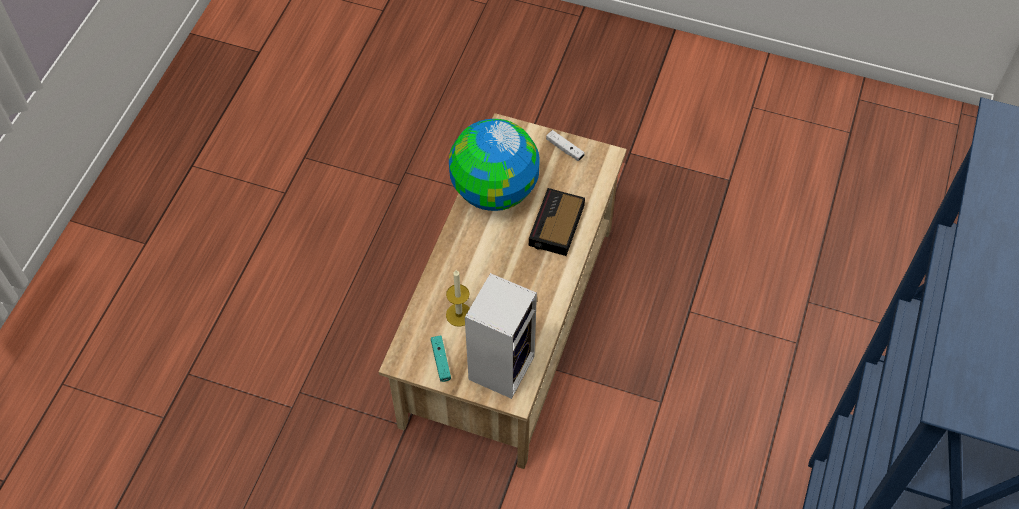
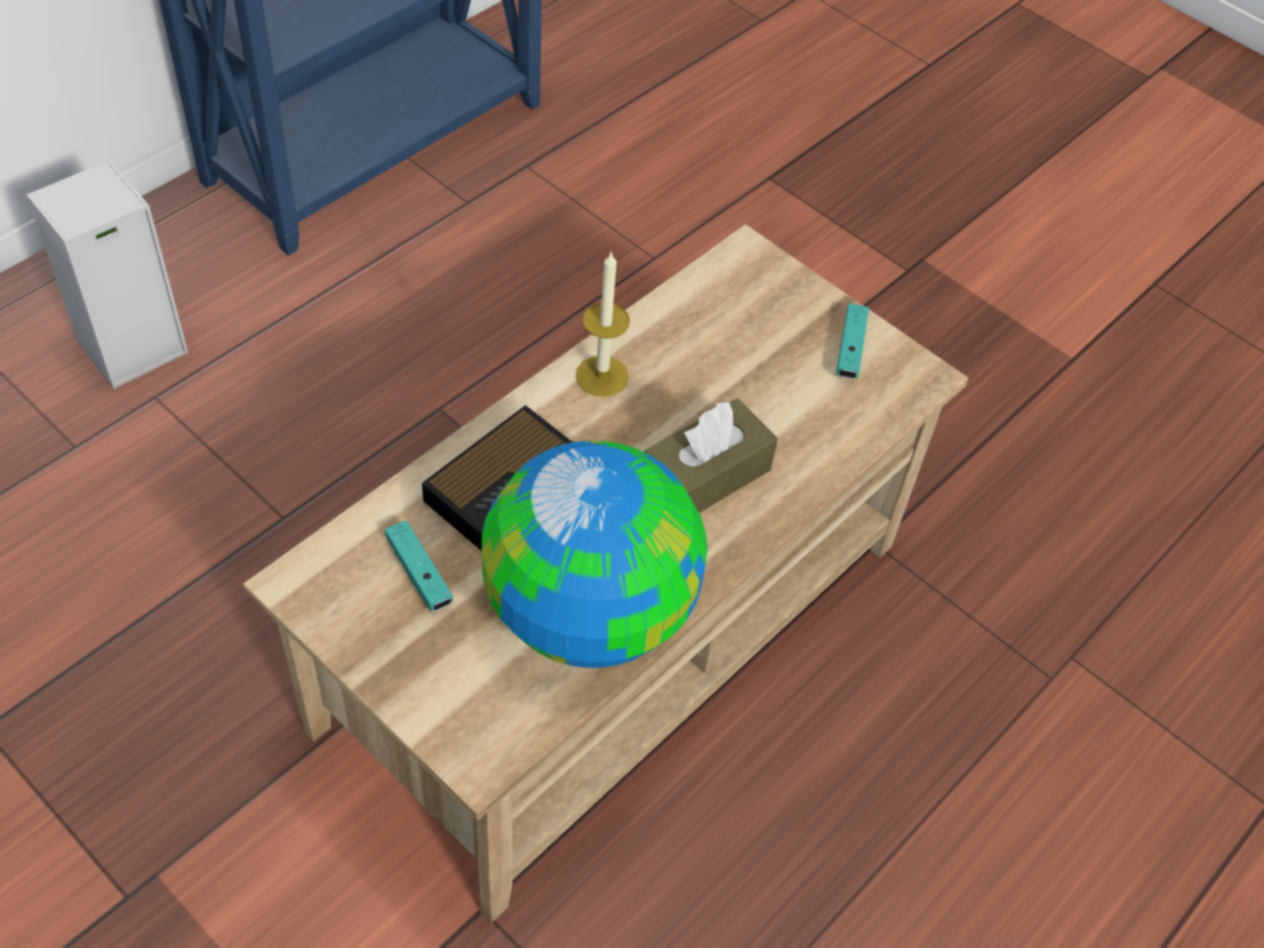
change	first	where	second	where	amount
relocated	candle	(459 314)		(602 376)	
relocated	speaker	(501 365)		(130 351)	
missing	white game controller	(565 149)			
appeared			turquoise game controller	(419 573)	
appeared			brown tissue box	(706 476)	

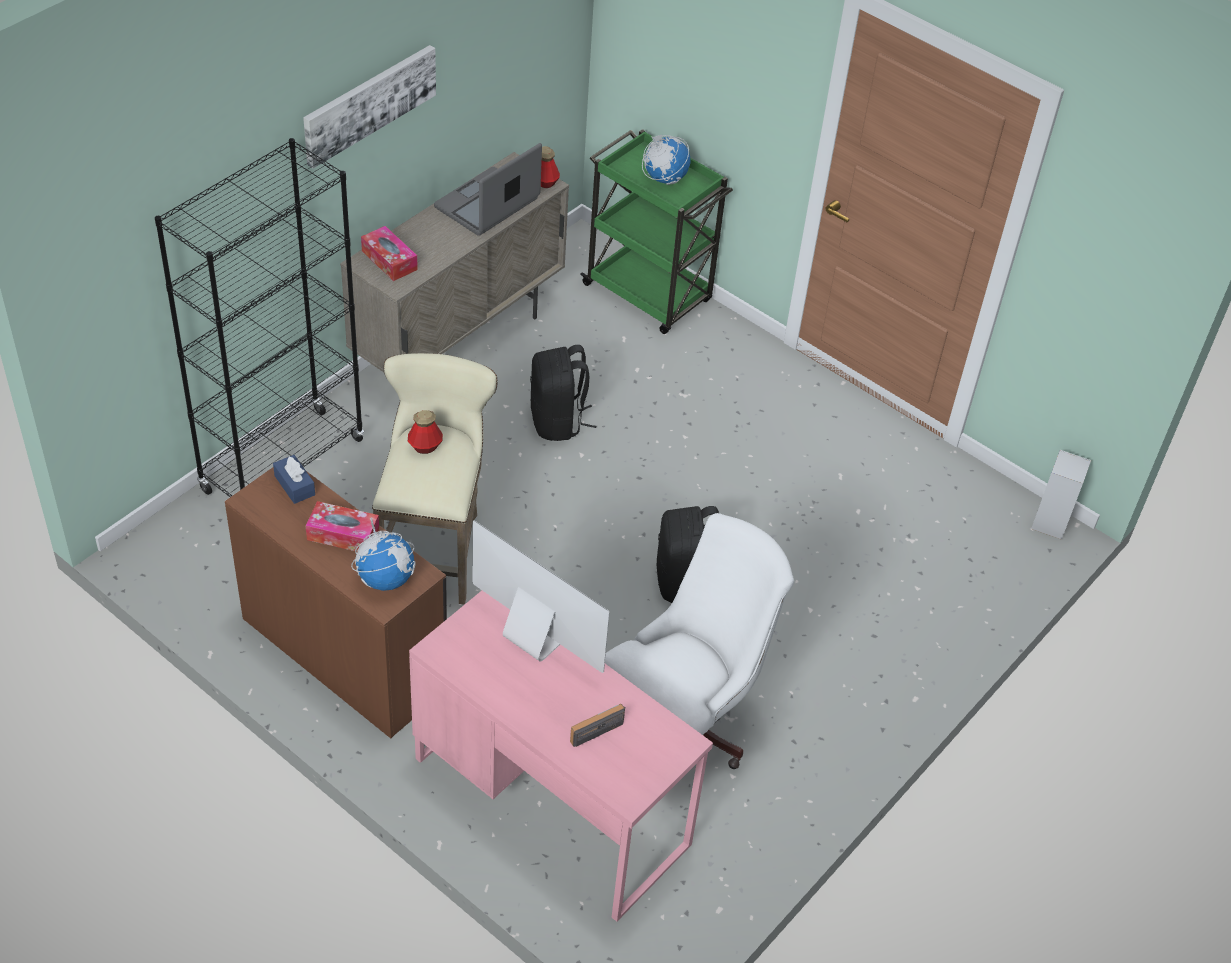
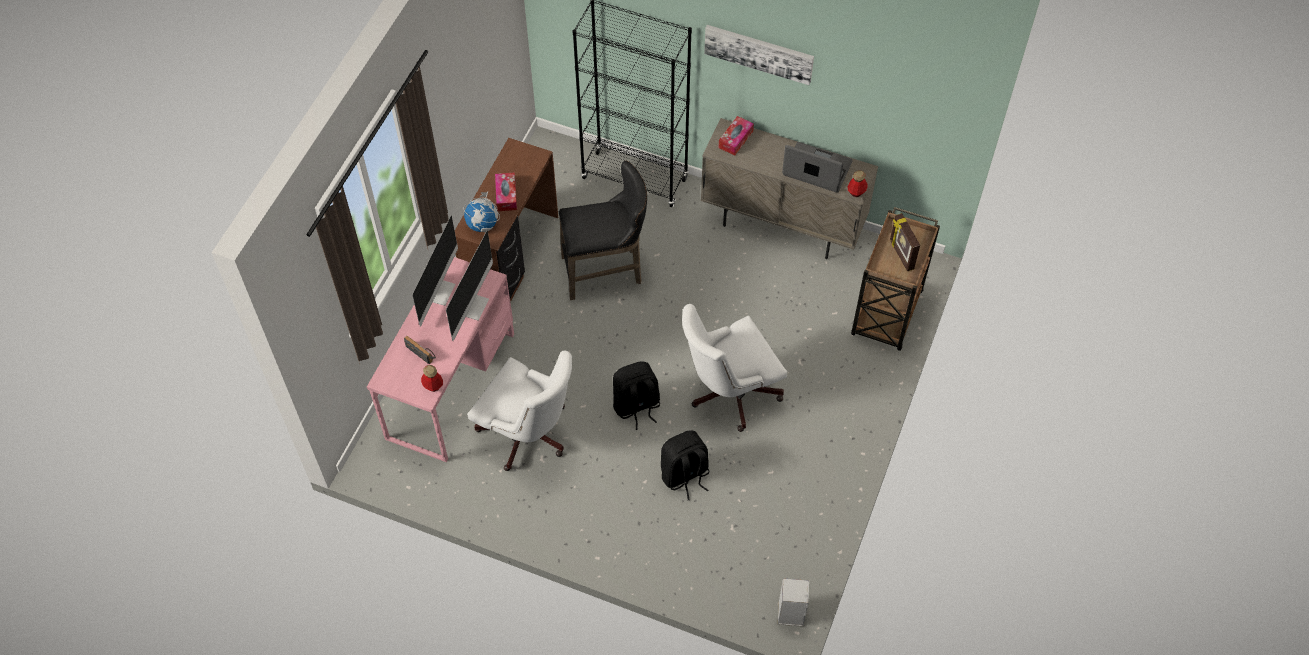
change	first	where	second	where	amount
missing	blue tissue box	(294 485)			
colour	beige stool	(435 547)	black stool	(606 271)	
relocated	bottle	(425 447)		(433 385)	
relocated	black backpack	(558 421)		(685 475)	
colour	green cart	(649 294)	brown cart	(886 315)	
exchanged	globe	(664 178)	picture frame	(901 255)	
appeared			monitor	(438 291)	
appeared			white office chair	(728 392)	

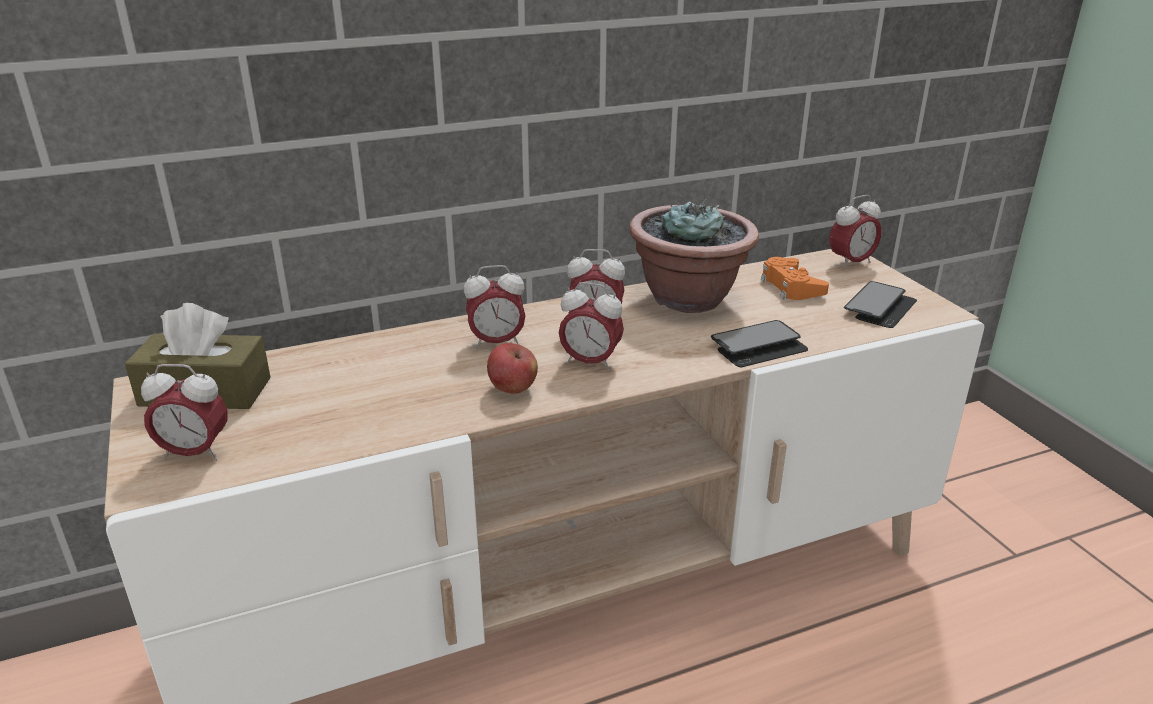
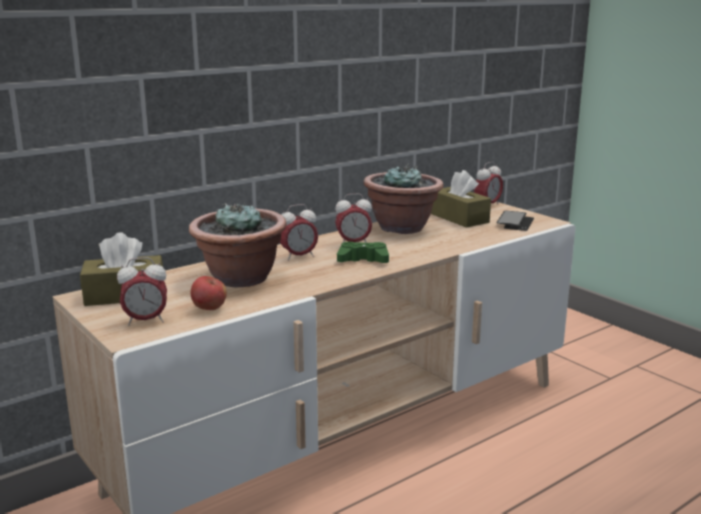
change	first	where	second	where	amount
relocated	apple	(512 389)		(209 309)	
exchanged	alarm clock	(590 363)	green game controller	(363 260)	
missing	phone	(758 346)			
exchanged	orange game controller	(791 286)	brown tissue box	(459 218)	
appeared			potted plant	(240 279)	

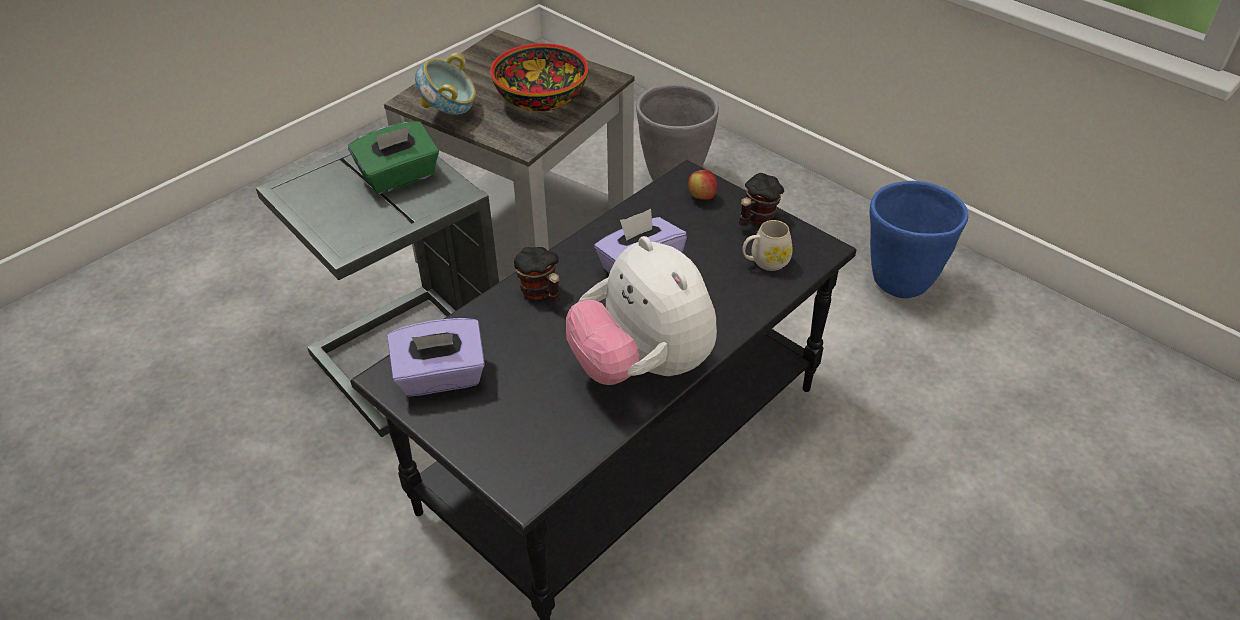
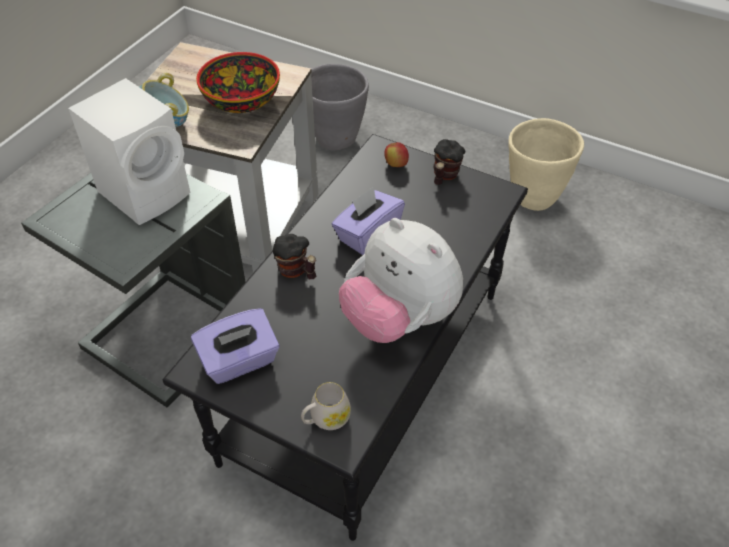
change	first	where	second	where	amount
exchanged	green tissue box	(399 177)	white speaker	(147 191)	
relocated	white mug	(765 262)		(326 419)	
colour	blue planter	(899 281)	beige planter	(533 197)	

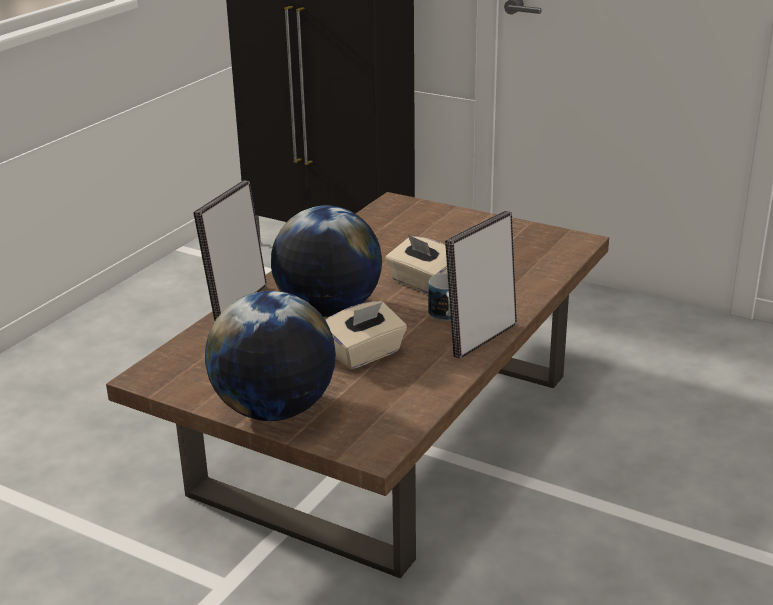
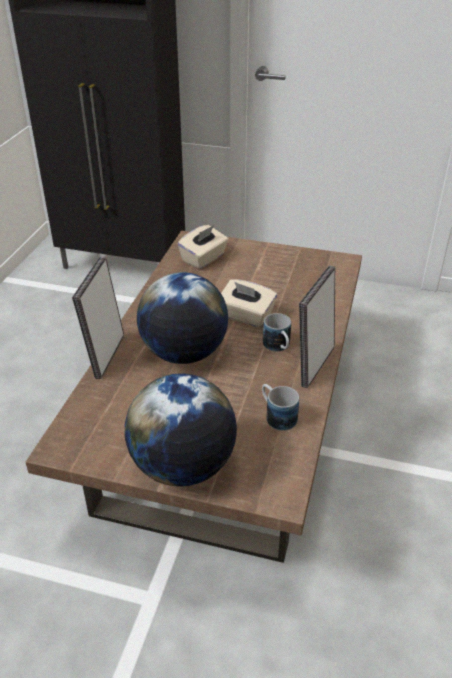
change	first	where	second	where	amount
relocated	beige tissue box	(365 354)		(204 259)	
appeared			mug	(276 416)	

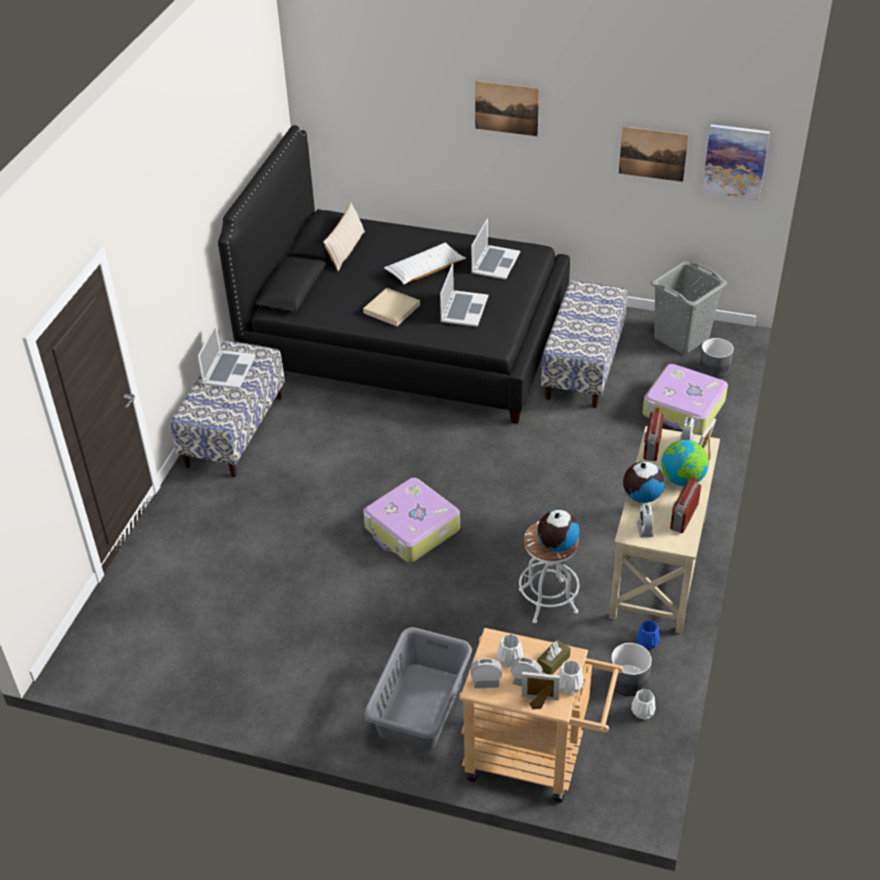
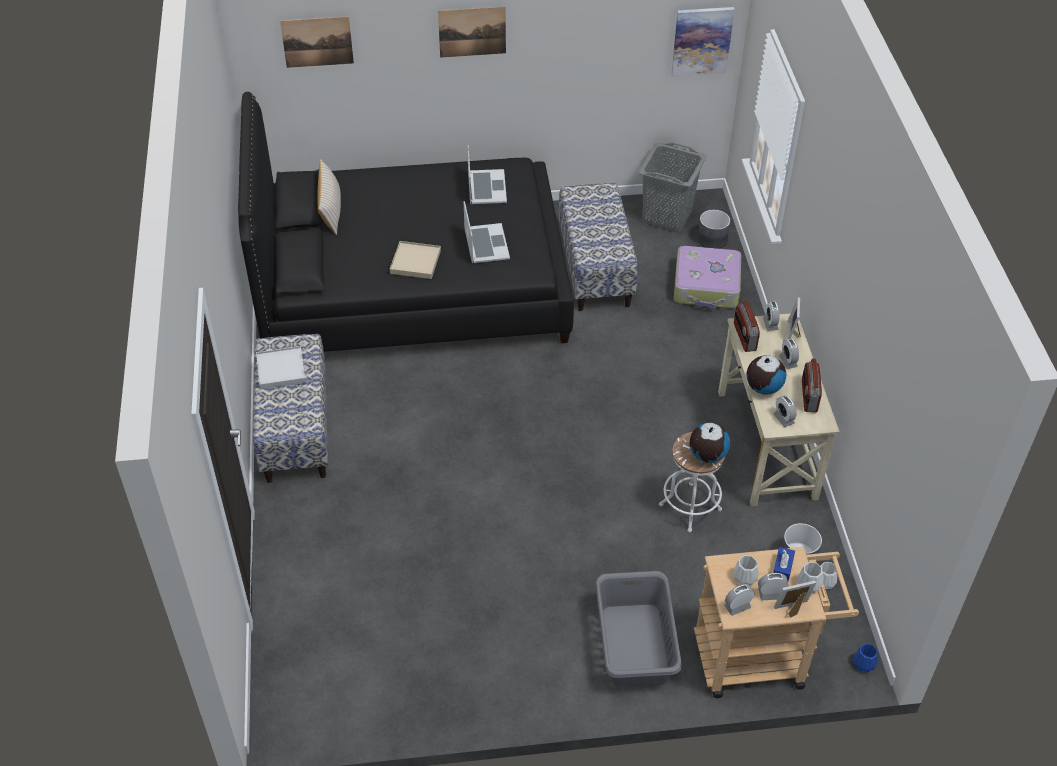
change	first	where	second	where	amount
exchanged	laptop	(228 369)	white tray	(281 369)	
missing	suitcase	(412 530)			
missing	white pillow	(425 270)			
colour	brown tissue box	(553 662)	blue tissue box	(782 568)	
relocated	picture	(653 154)		(317 41)	
relocated	blue vase	(647 642)		(864 664)	
exchanged	globe	(682 479)	alarm clock	(788 361)	

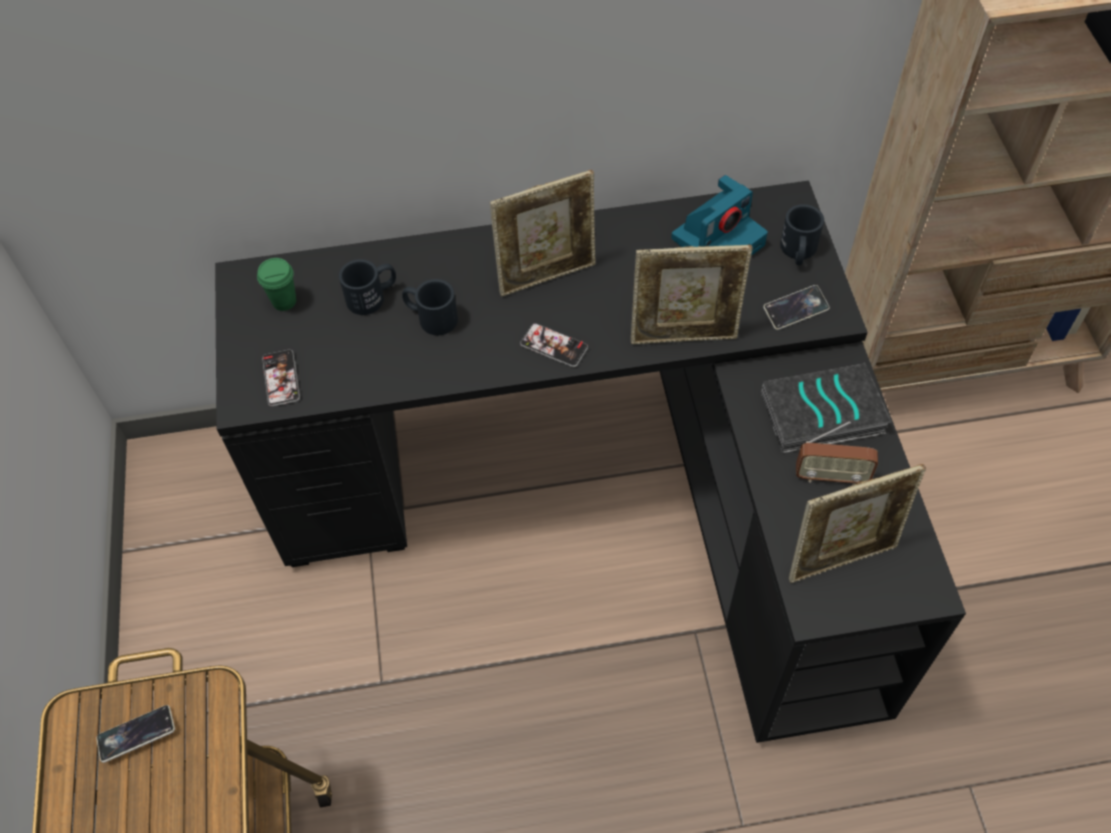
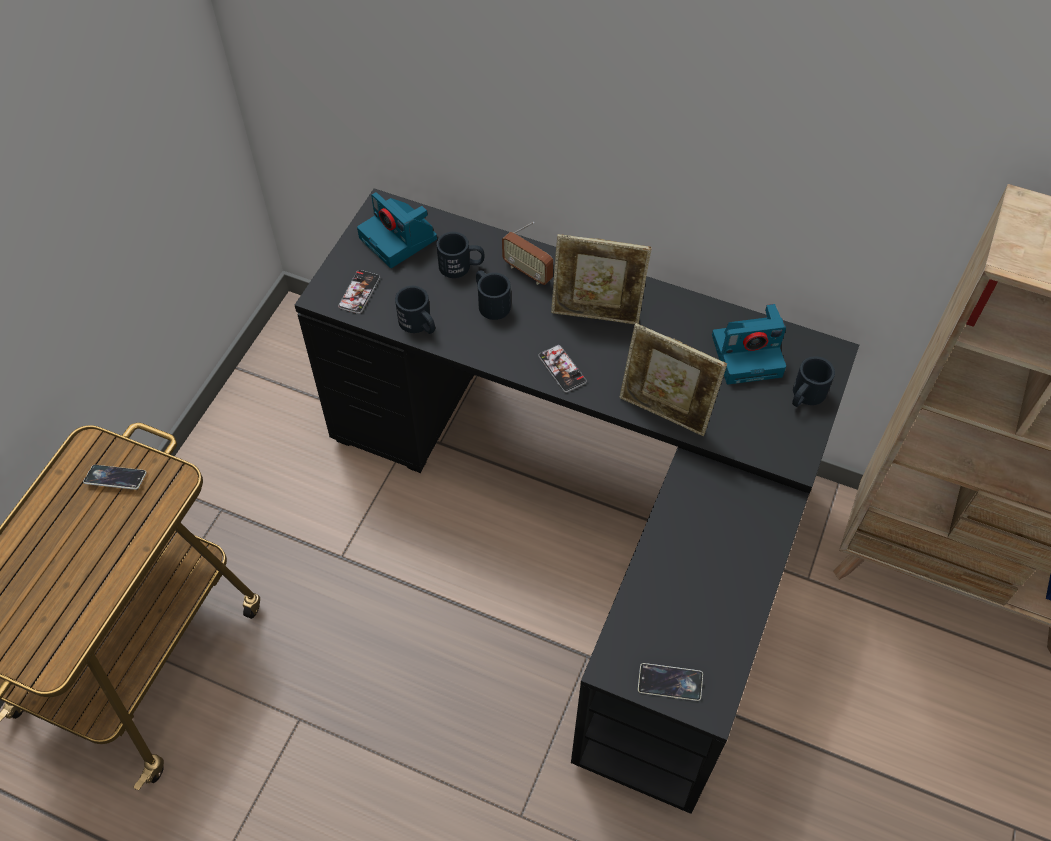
change	first	where	second	where	amount
exchanged	green cup	(284 301)	photo camera	(399 239)	
missing	book	(821 415)			
relocated	phone	(795 310)		(669 683)	
missing	picture frame	(841 558)			
relocated	radio	(831 477)		(527 272)	
appeared			black mug	(419 325)	

